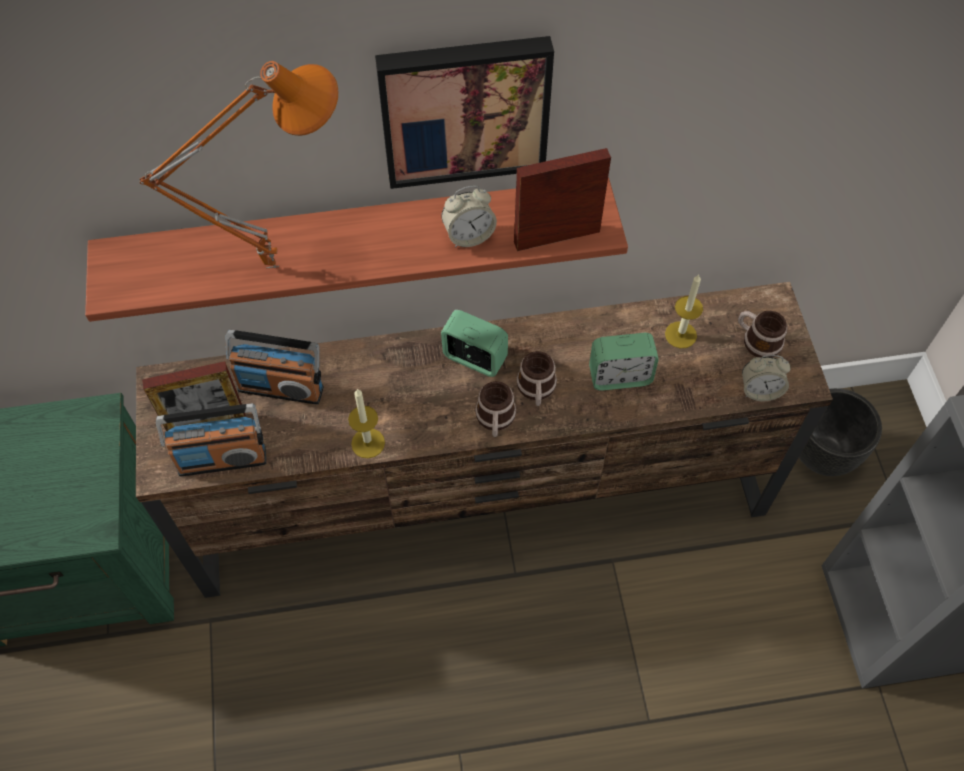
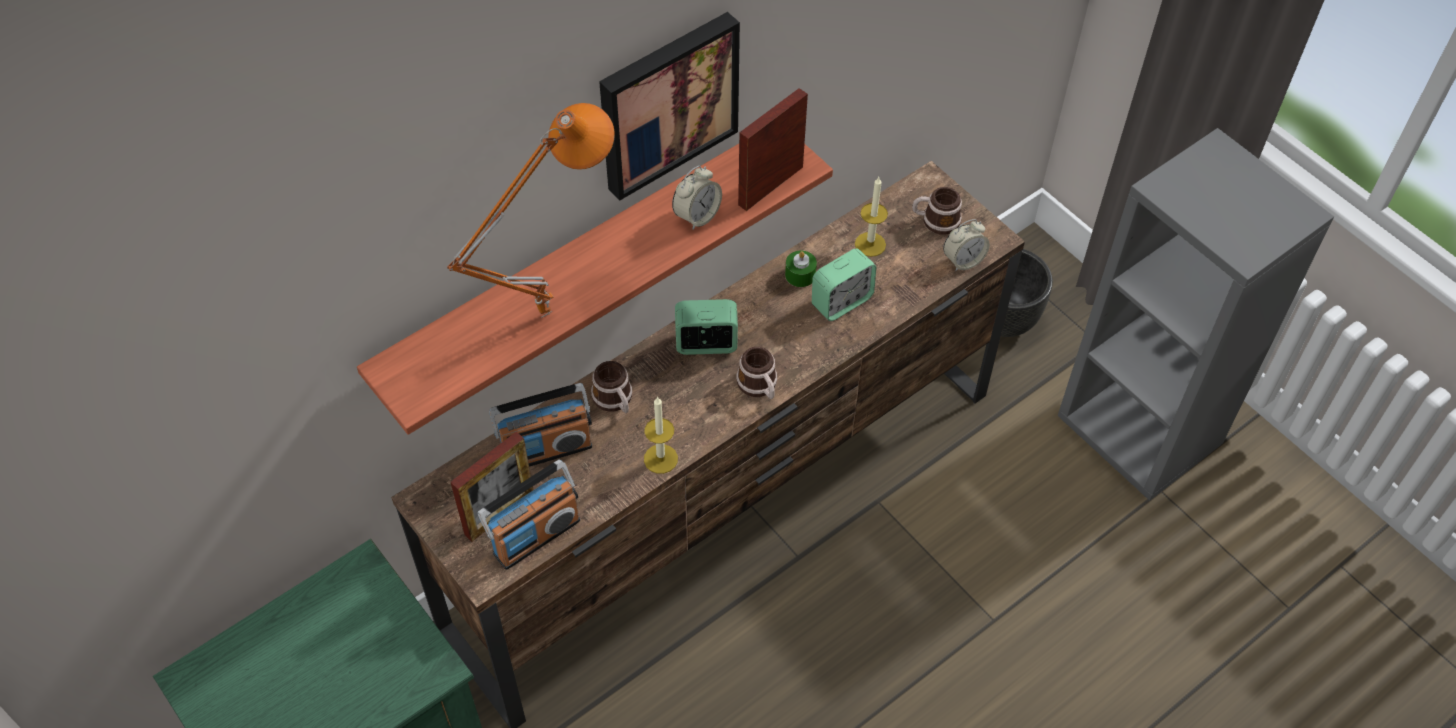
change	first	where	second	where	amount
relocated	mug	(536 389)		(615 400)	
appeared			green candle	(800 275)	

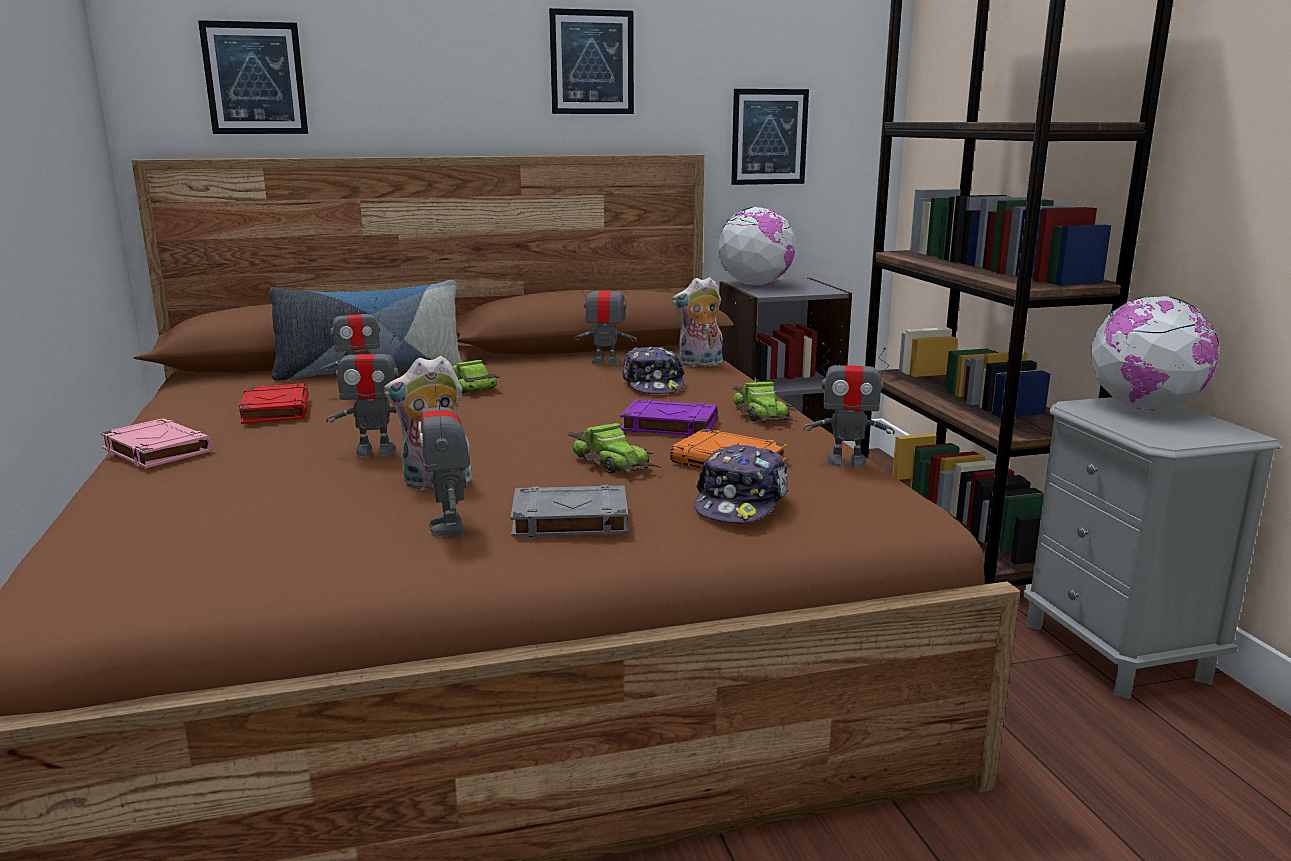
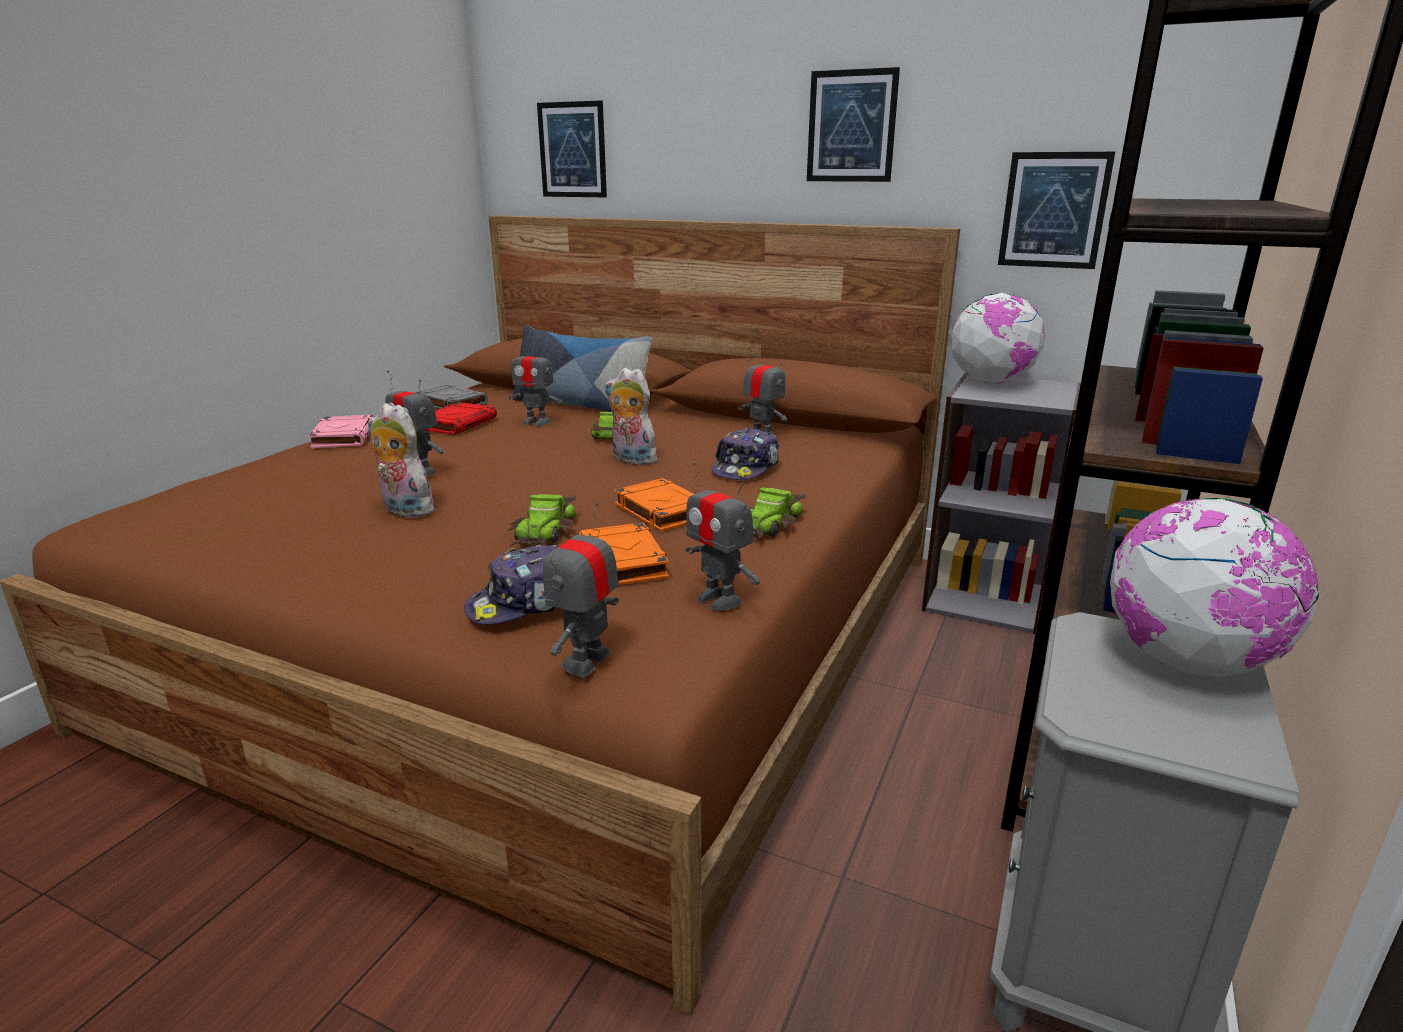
change	first	where	second	where	amount
relocated	toy robot	(449 526)		(586 661)	
relocated	grey book	(568 520)		(450 403)	
colour	purple book	(668 425)	orange book	(661 510)	
relocated	plush toy	(699 365)		(631 460)	

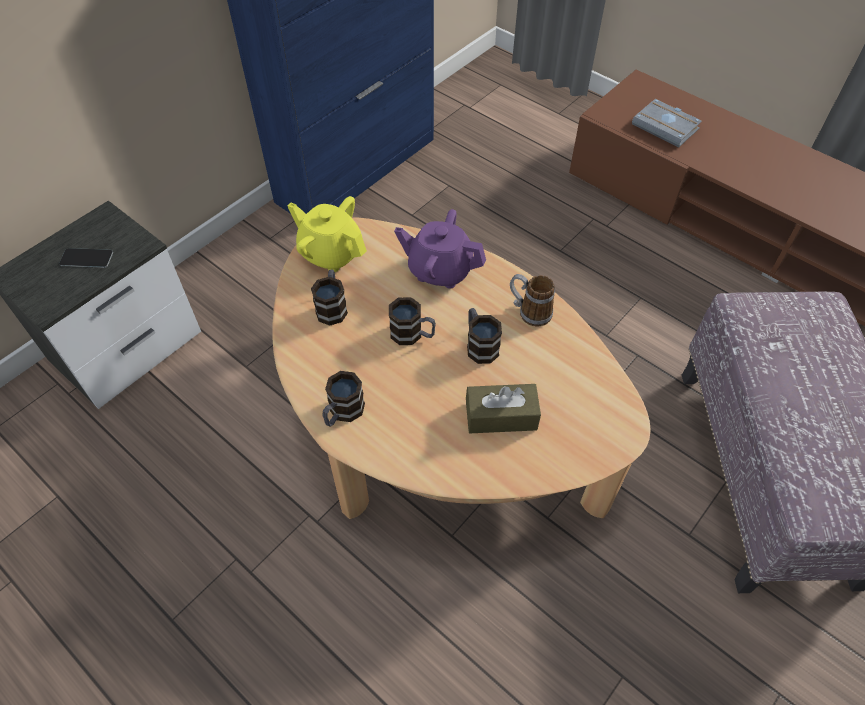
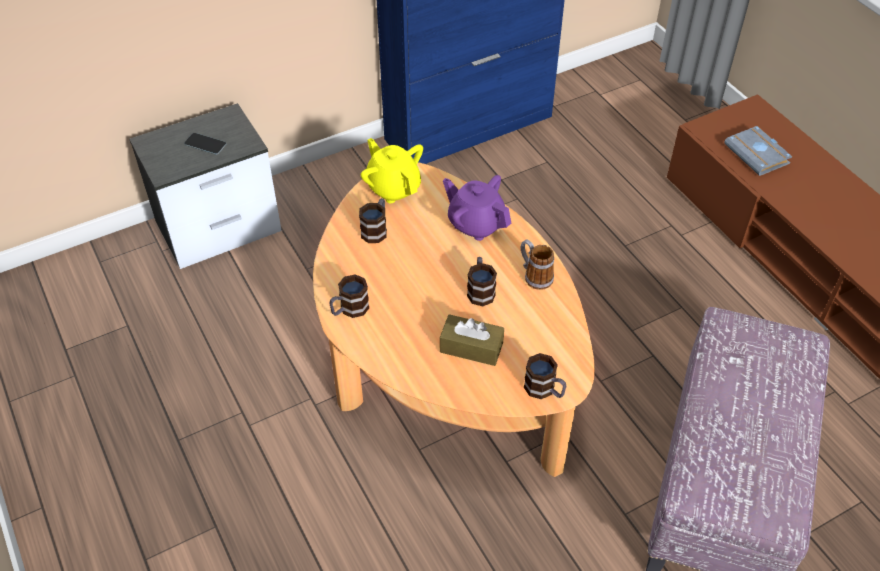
change	first	where	second	where	amount
relocated	mug	(412 334)		(544 390)	

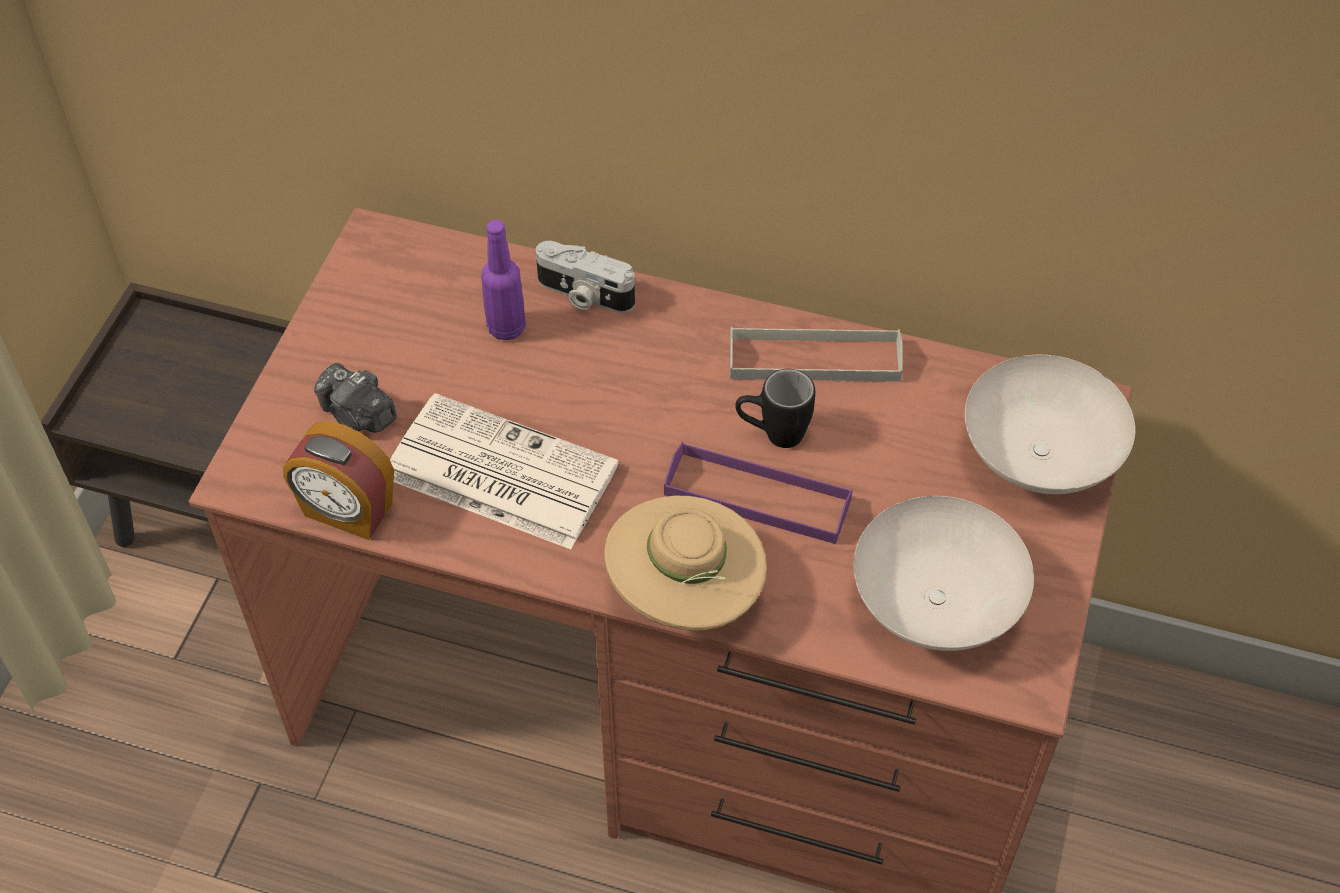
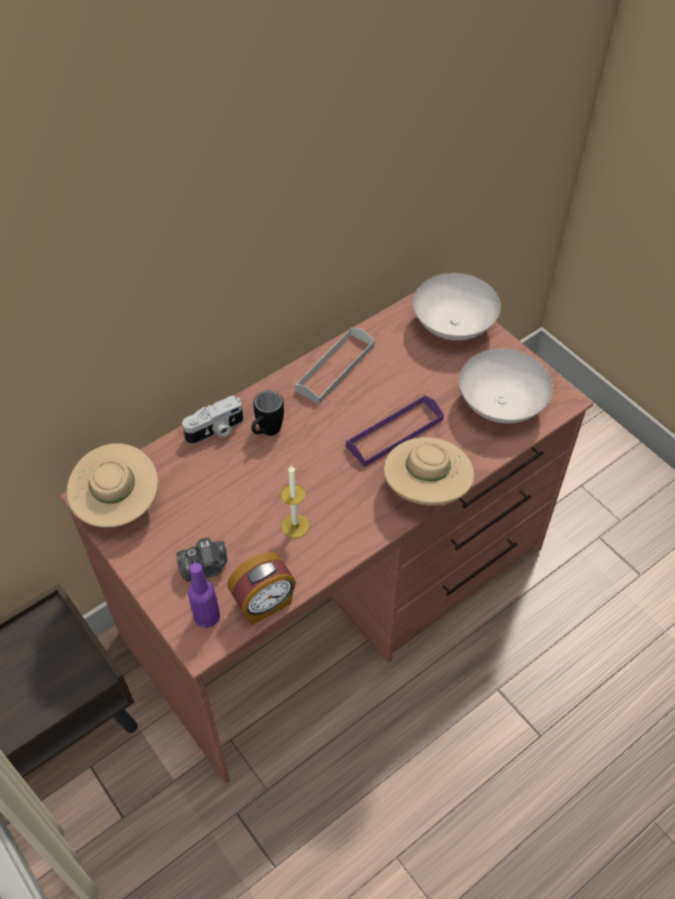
change	first	where	second	where	amount
exchanged	newspaper	(497 472)	candle	(295 526)	
relocated	purple bottle	(506 327)		(207 617)	
relocated	black mug	(772 435)		(266 432)	
appeared			beige hat	(118 505)	

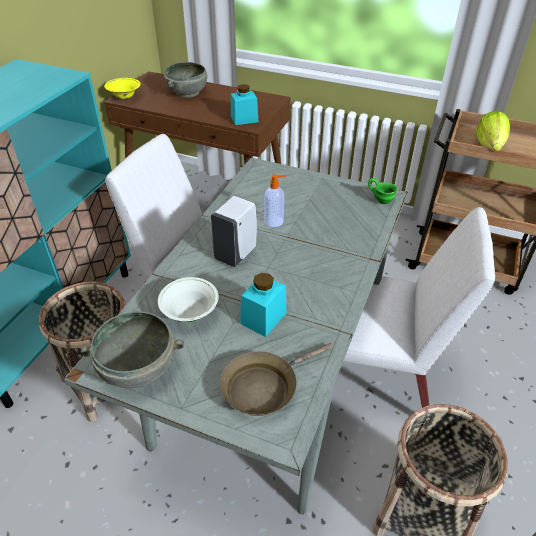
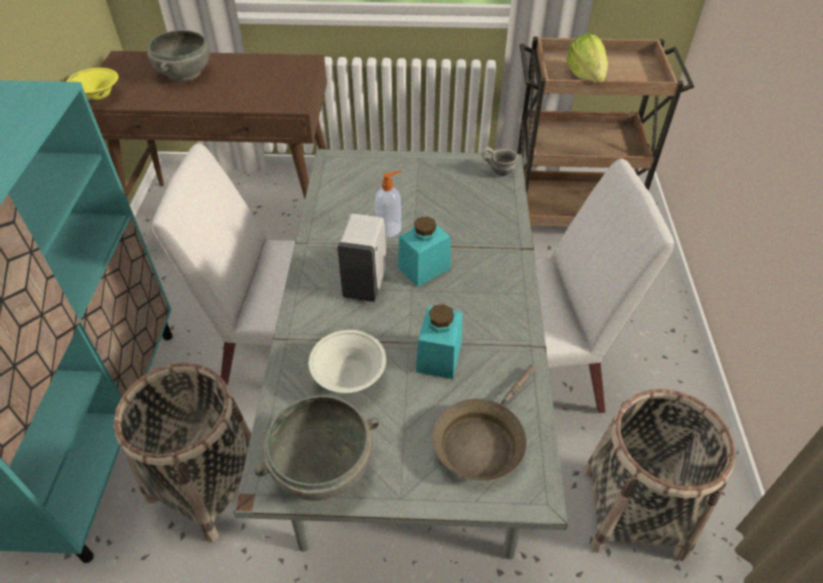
change	first	where	second	where	amount
relocated	turquoise jar	(244 119)		(424 268)	
colour	green mug	(381 200)	grey mug	(499 171)	

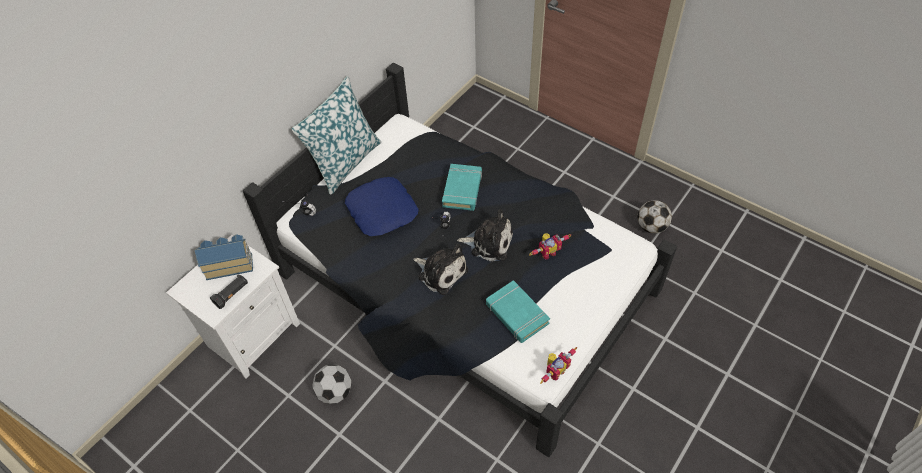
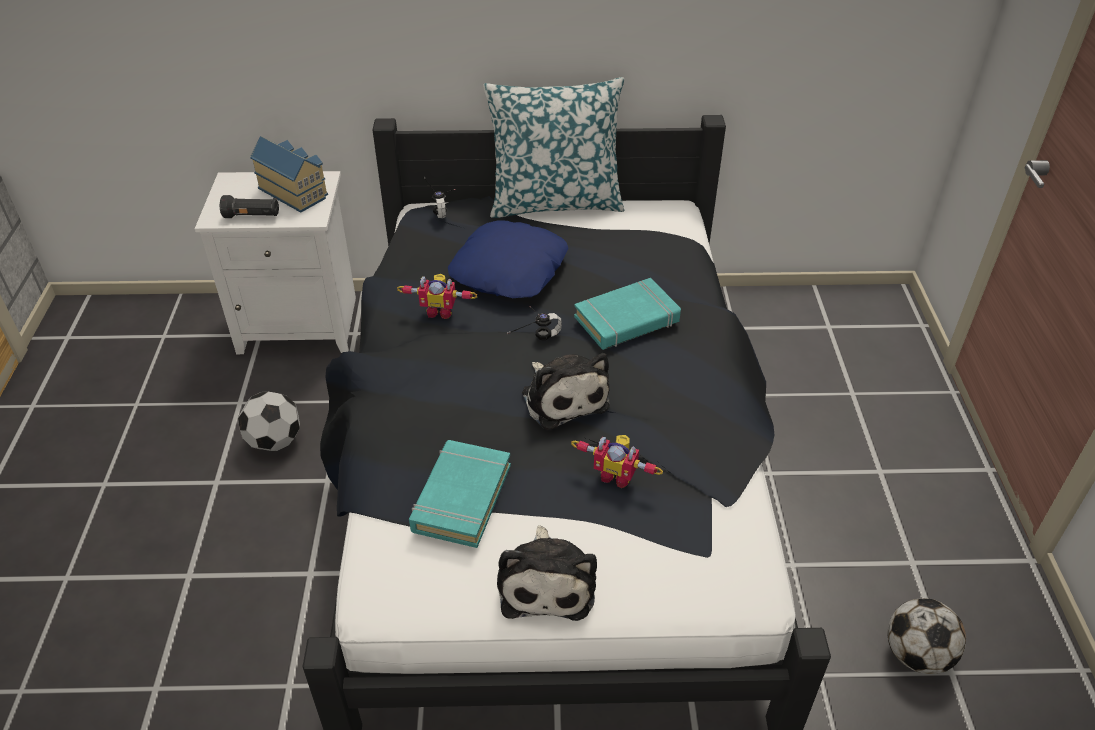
change	first	where	second	where	amount
relocated	plush toy	(441 272)		(547 582)	
relocated	toy robot	(555 371)		(440 311)	

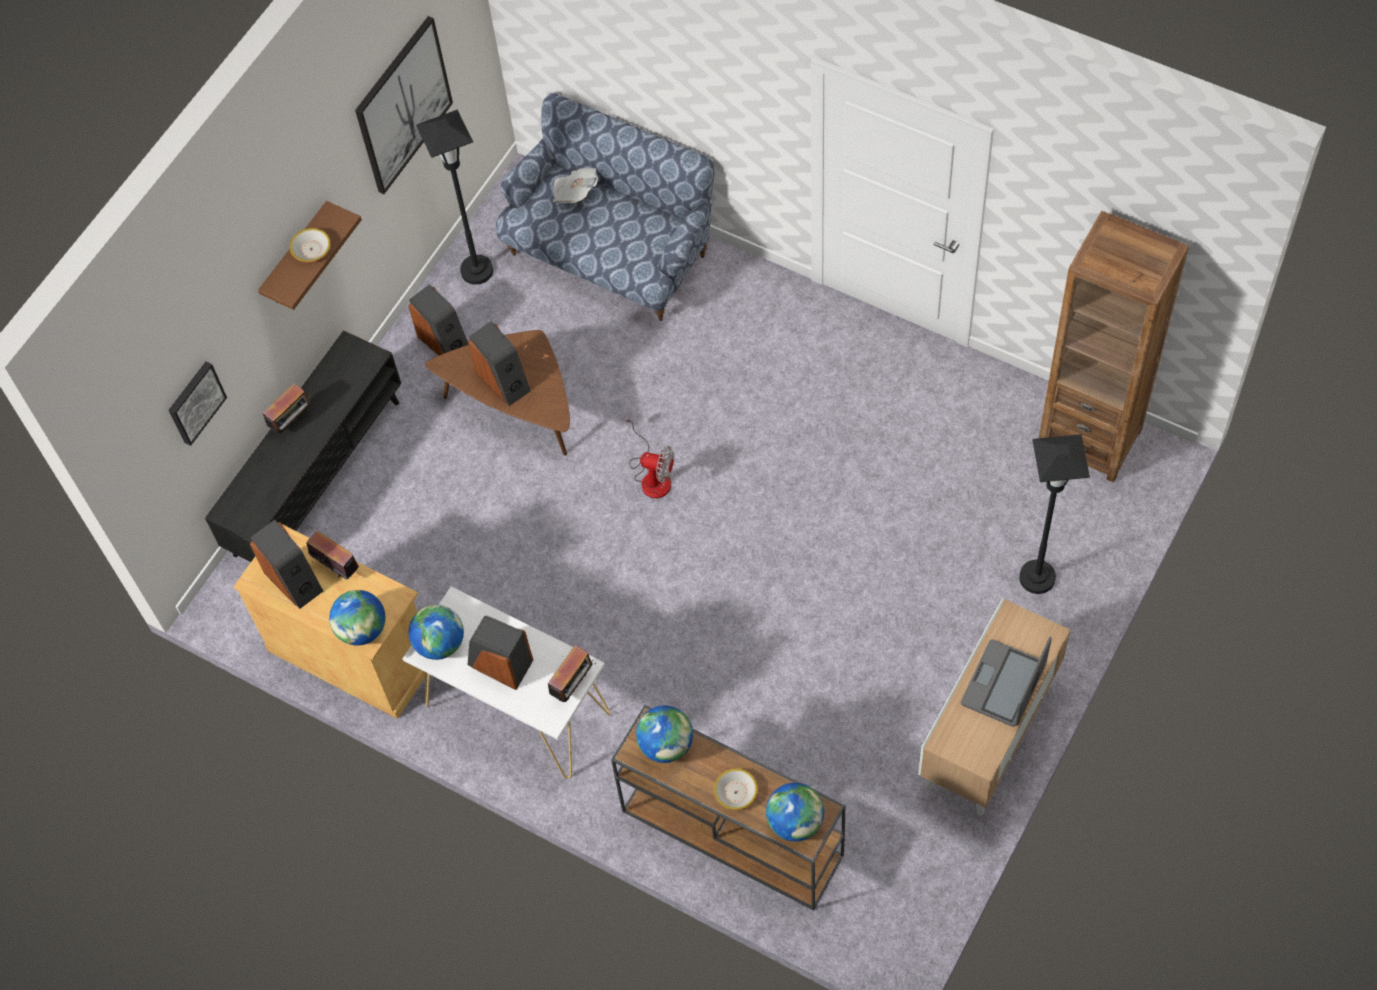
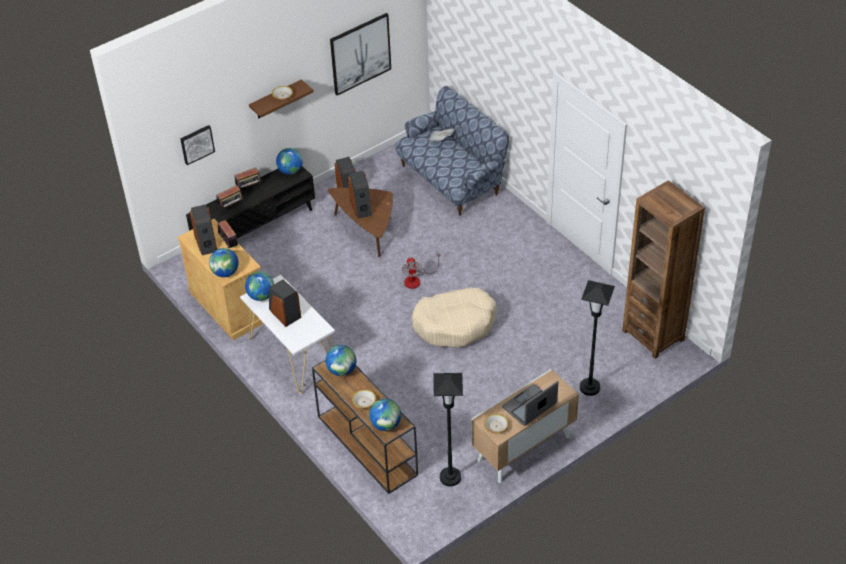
change	first	where	second	where	amount
relocated	black floor lamp	(476 271)		(450 477)	
relocated	radio	(573 684)		(231 207)	
spun	fan	(652 476)		(416 279)	45 degrees clockwise
appeared			globe	(290 171)	
appeared			beige dog bed	(455 324)	
appeared			bowl	(496 426)	

